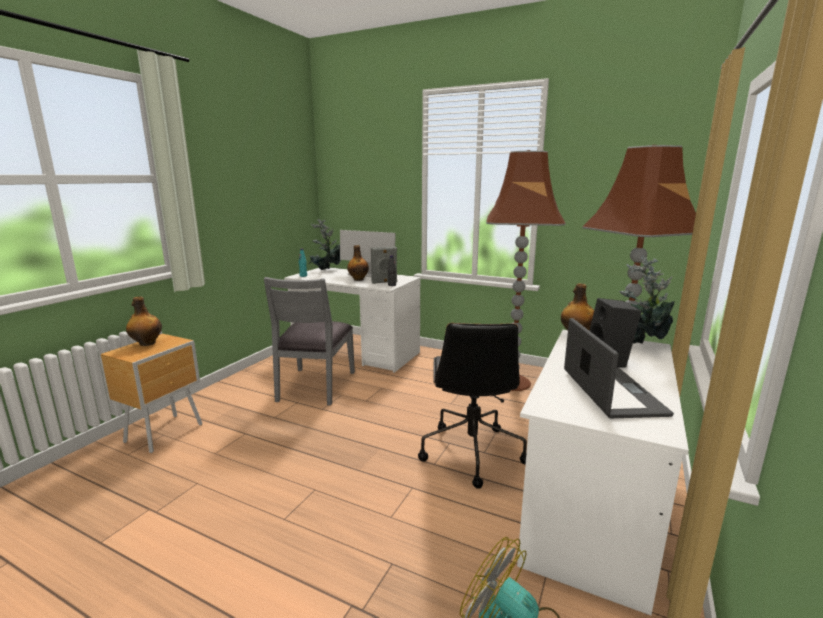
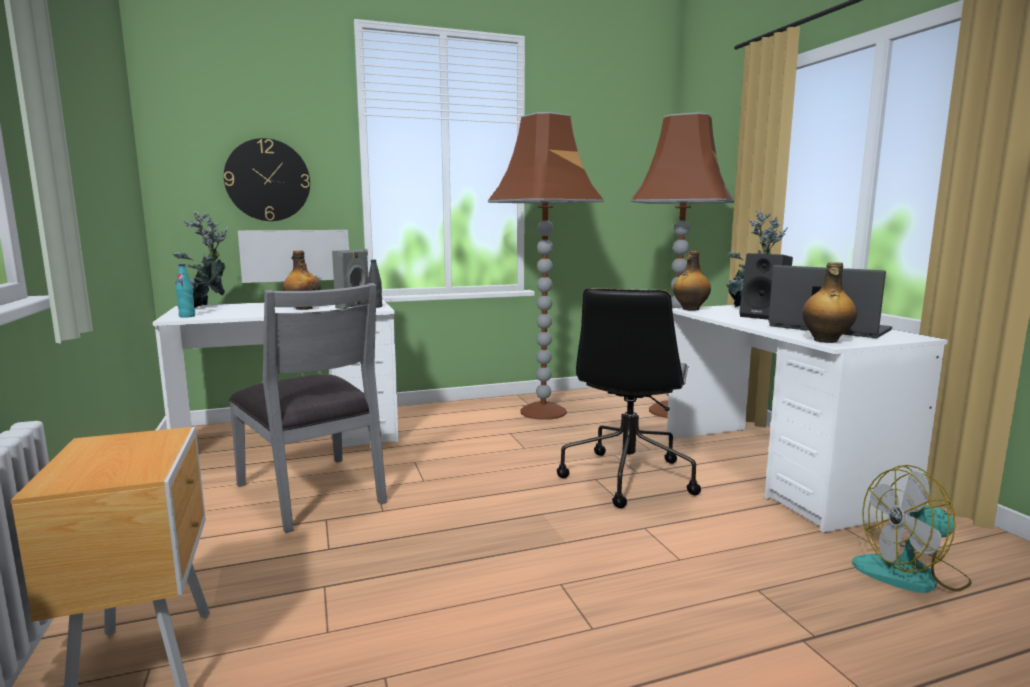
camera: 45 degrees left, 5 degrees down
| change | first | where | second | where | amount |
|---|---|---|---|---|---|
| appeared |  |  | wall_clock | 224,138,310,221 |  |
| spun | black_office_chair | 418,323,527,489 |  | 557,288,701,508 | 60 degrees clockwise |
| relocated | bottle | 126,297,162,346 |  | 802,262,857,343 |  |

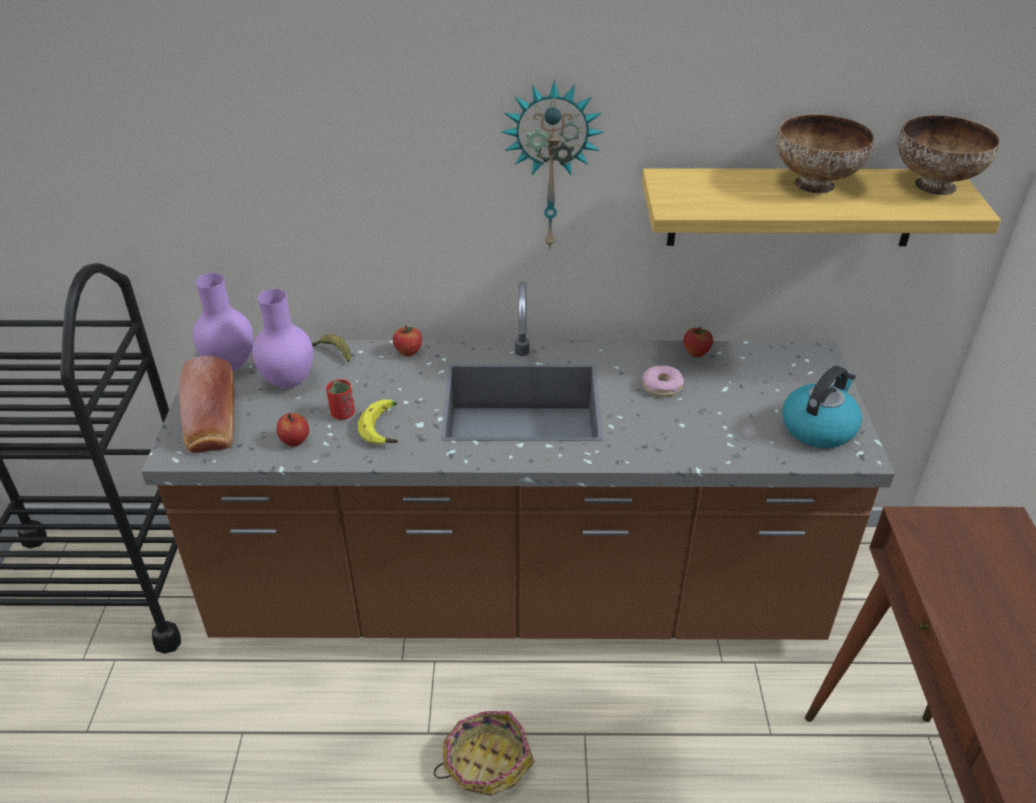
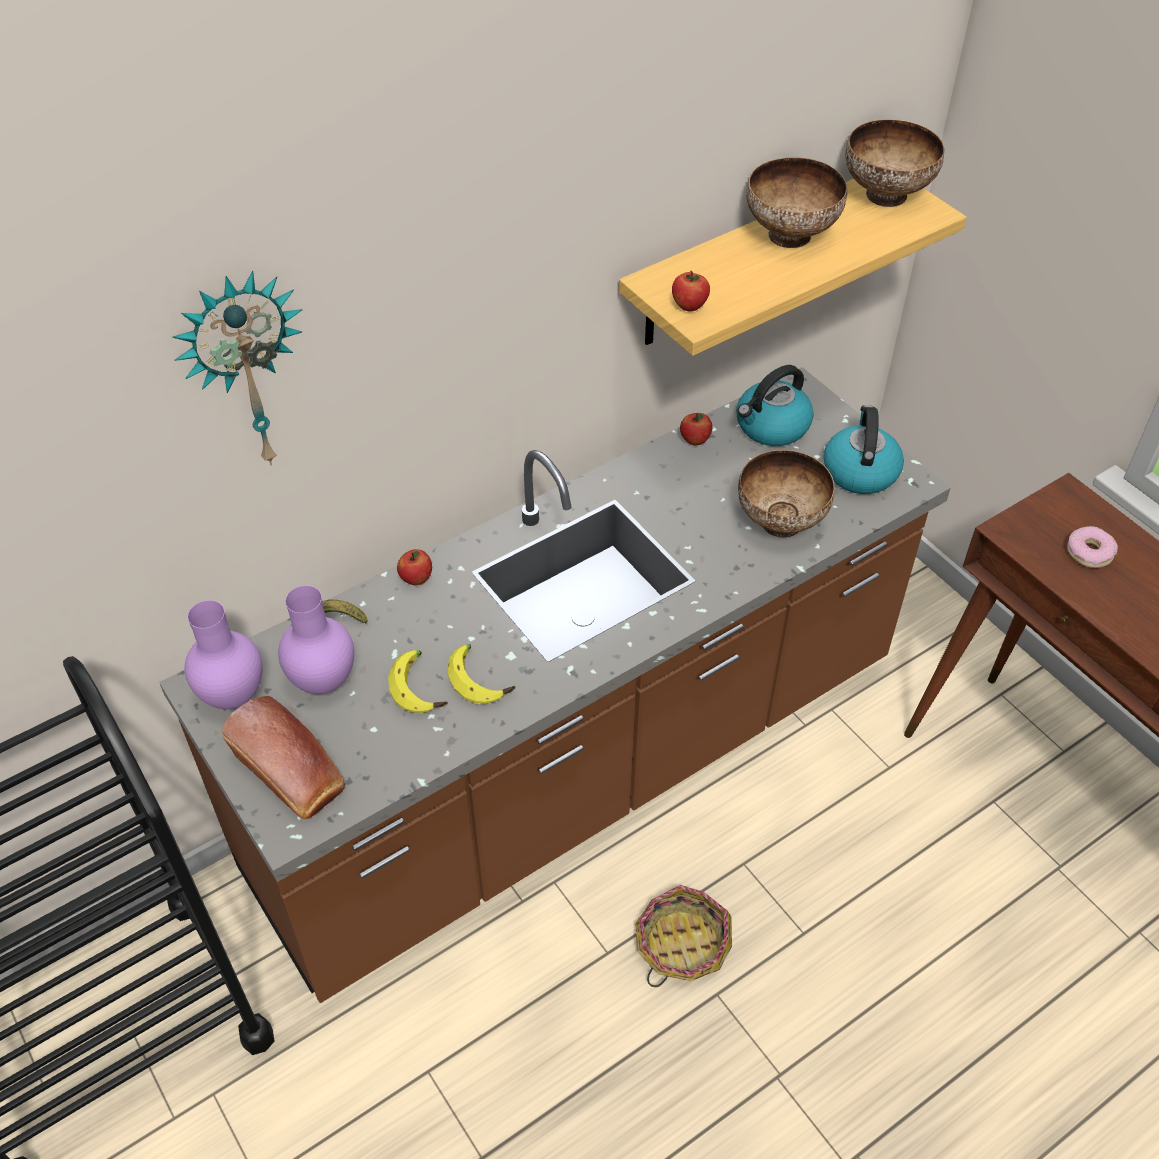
camera: 35 degrees left, 10 degrees up
| change | first | where | second | where | amount |
|---|---|---|---|---|---|
| relocated | wall_clock | 501,80,604,250 |  | 172,271,303,466 |  |
| exchanged | red_cup | 326,379,355,420 | banana | 388,650,448,713 |  |
| relocated | apple | 277,413,309,446 |  | 672,271,710,312 |  |
| appeared |  |  | kettle | 736,365,813,446 |  |
| appeared |  |  | bowl | 738,450,835,538 |  |
| relocated | donut | 642,365,684,397 |  | 1067,526,1118,568 |  |

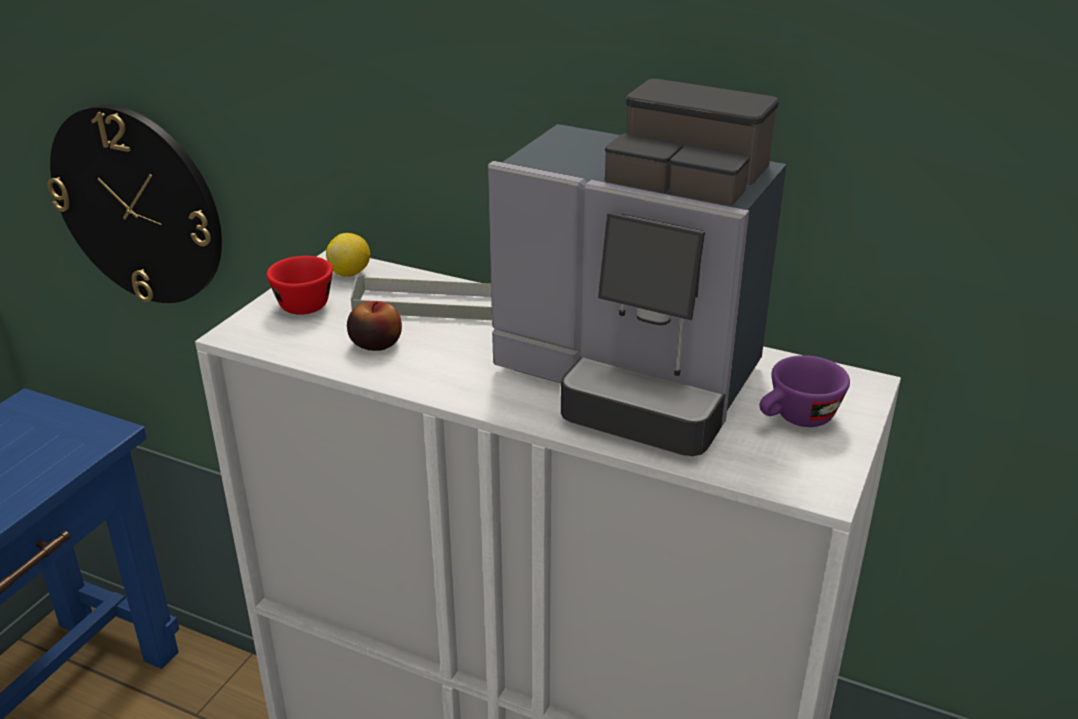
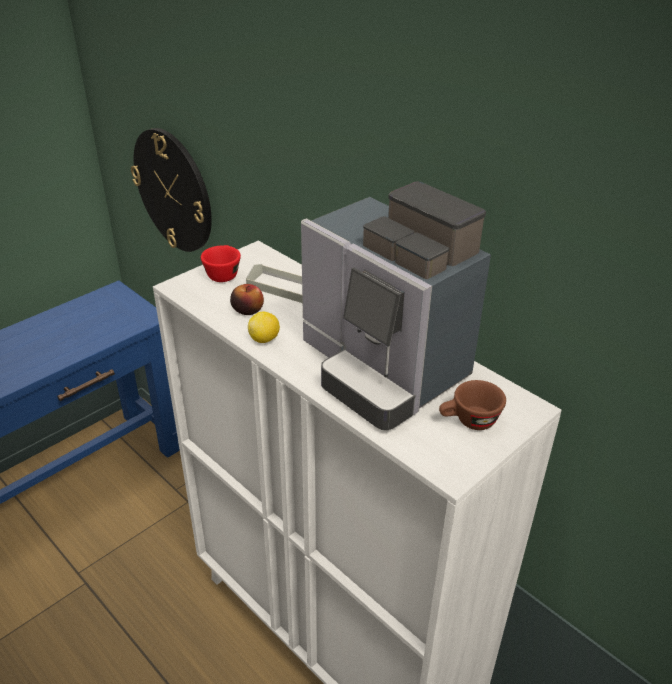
camera: 20 degrees right, 5 degrees up
| change | first | where | second | where | amount |
|---|---|---|---|---|---|
| relocated | lemon | 326,233,370,277 |  | 248,312,280,343 |  |
| colour | purple_cup | 759,355,850,427 | brown_cup | 439,380,506,430 |  |

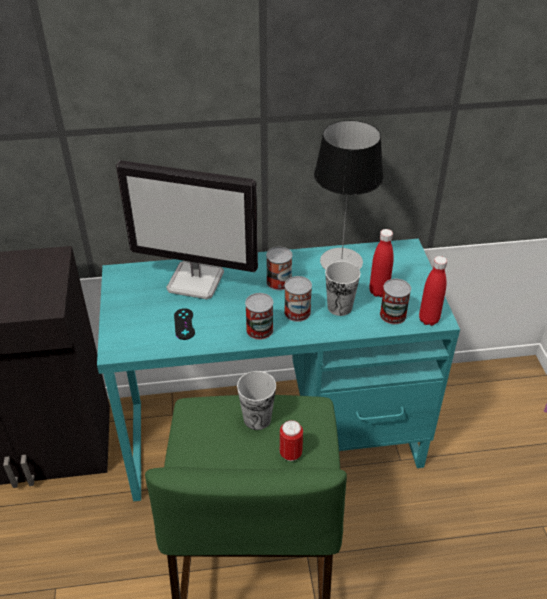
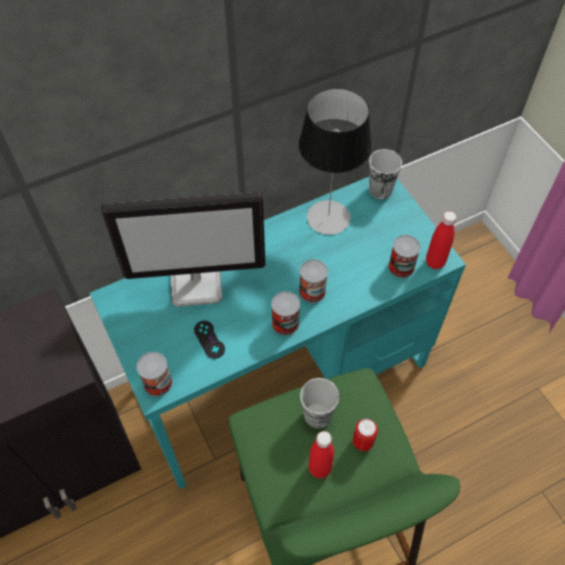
camera: 20 degrees left, 15 degrees up
| change | first | where | second | where | amount |
|---|---|---|---|---|---|
| relocated | can | 266,247,292,291 |  | 137,352,173,396 |  |
| relocated | red_bottle | 369,229,394,297 |  | 309,431,334,478 |  |
| relocated | cup | 325,261,361,316 |  | 369,149,402,199 |  |

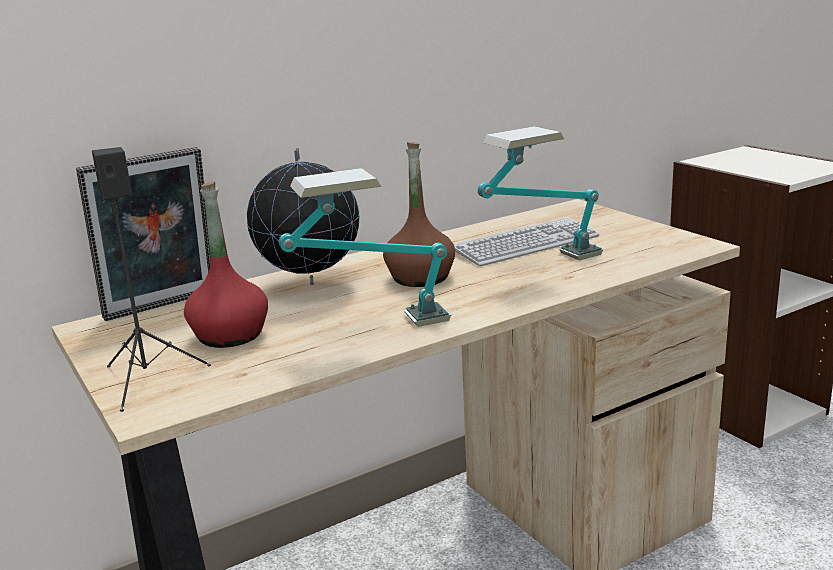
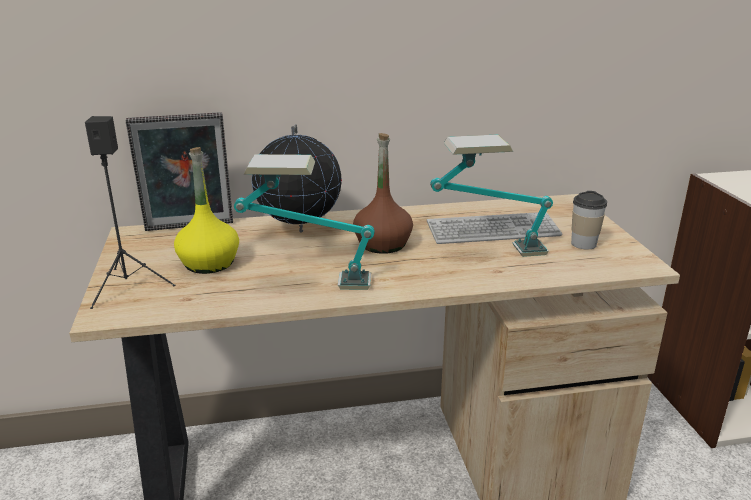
camera: 20 degrees right, 5 degrees up
| change | first | where | second | where | amount |
|---|---|---|---|---|---|
| colour | red_bottle | 184,182,268,348 | yellow_bottle | 174,147,239,274 |  |
| appeared |  |  | cup | 571,191,607,249 |  |

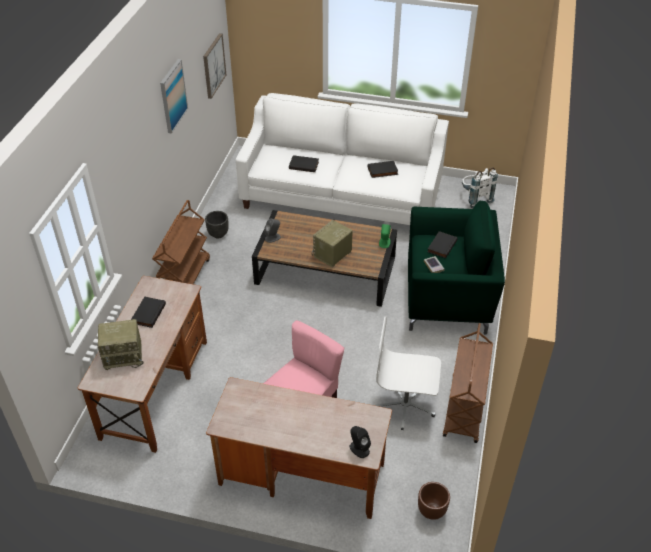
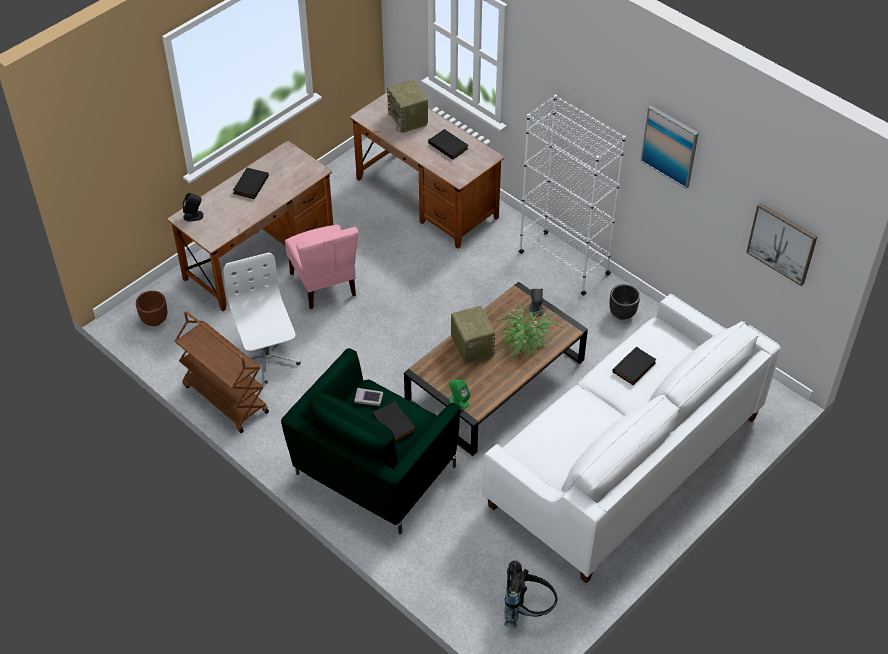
camera: 120 degrees right, 5 degrees up
| change | first | where | second | where | amount |
|---|---|---|---|---|---|
| spun | white_office_chair | 375,317,441,430 |  | 223,252,300,384 | 60 degrees counterclockwise |
| relocated | black_book | 368,161,398,178 |  | 233,168,269,199 |  |
| spun | radio | 98,319,144,370 |  | 387,80,428,133 | 45 degrees counterclockwise |
| appeared |  |  | potted_plant | 496,303,563,361 |  |
| colour | white_backpack | 462,167,498,208 | black_backpack | 504,560,558,628 |  |
| exchanged | brown_cart | 152,200,210,284 | white_bookcase | 519,94,626,296 |  |

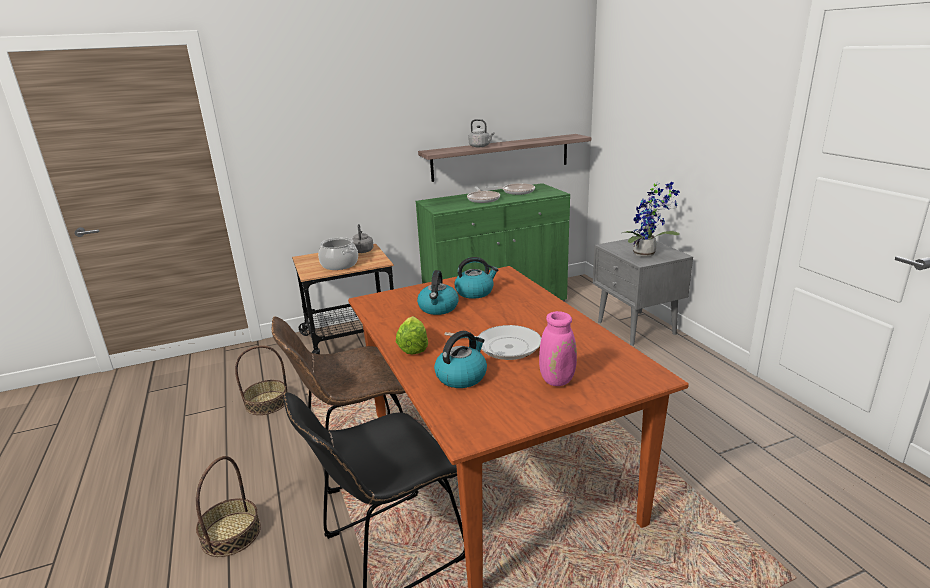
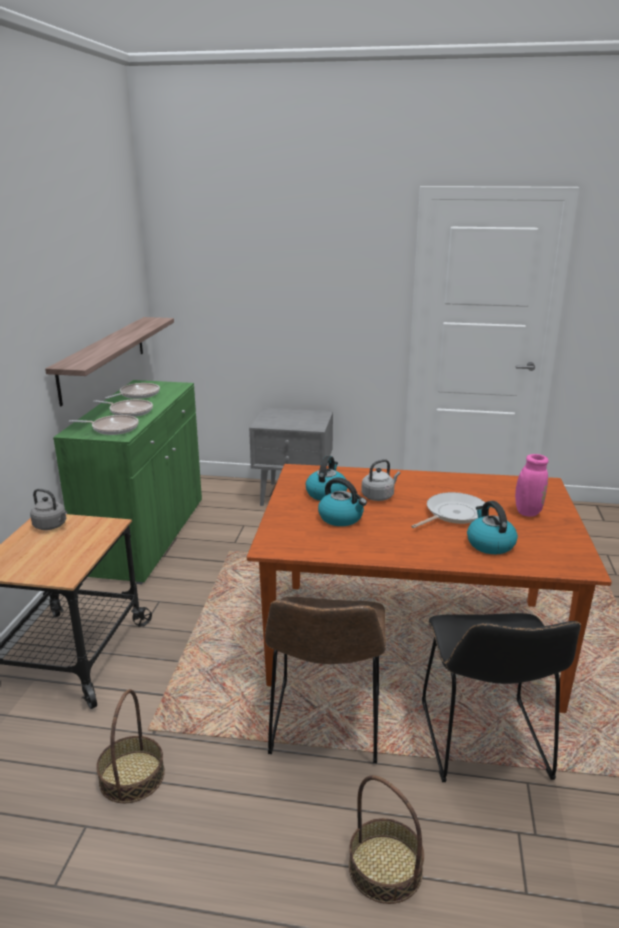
camera: 60 degrees left, 0 degrees up
| change | first | where | second | where | amount |
|---|---|---|---|---|---|
| appeared |  |  | frying_pan | 69,415,139,435 |  |
| relocated | grey_kettle | 468,119,494,147 |  | 361,459,400,501 |  |
| missing | cooking_pot | 318,237,358,270 |  |  |  |
| missing | lettuce | 396,316,428,354 |  |  |  |
| missing | potted_plant | 622,182,680,257 |  |  |  |

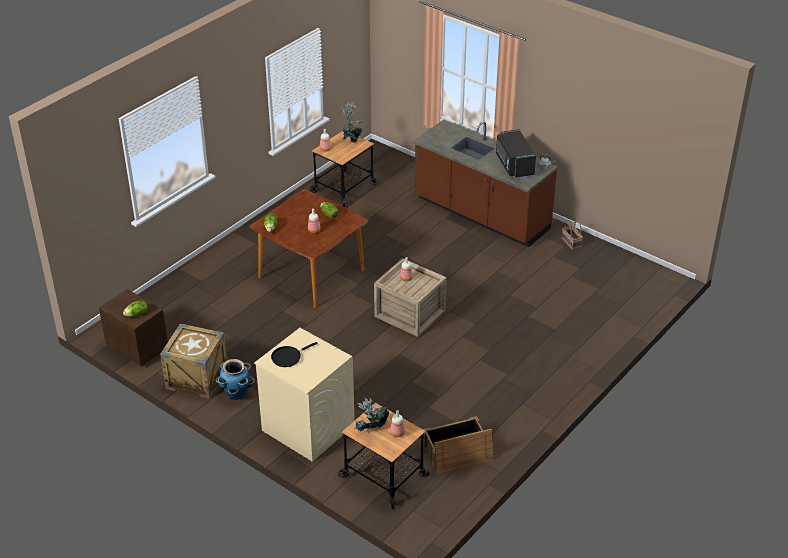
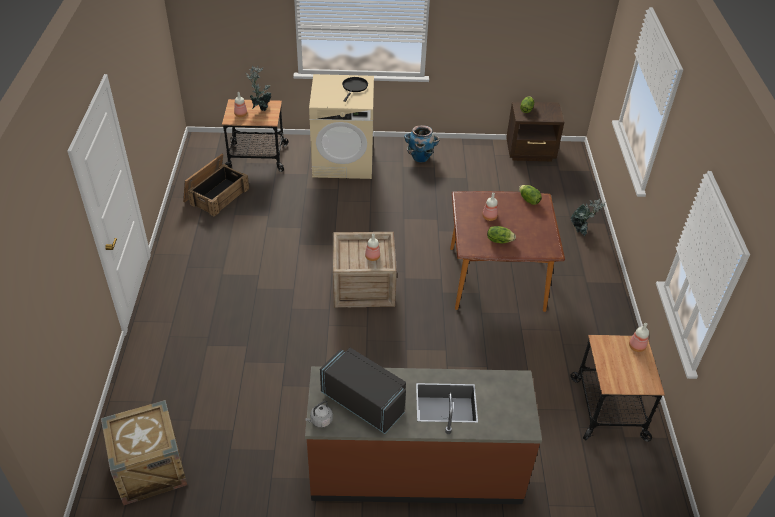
camera: 140 degrees right, 5 degrees up
| change | first | where | second | where | amount |
|---|---|---|---|---|---|
| relocated | crate | 160,324,227,398 |  | 101,400,187,505 |  |
| relocated | potted_plant | 342,102,363,143 |  | 571,199,606,236 |  |
| missing | basket | 562,221,583,250 |  |  |  |

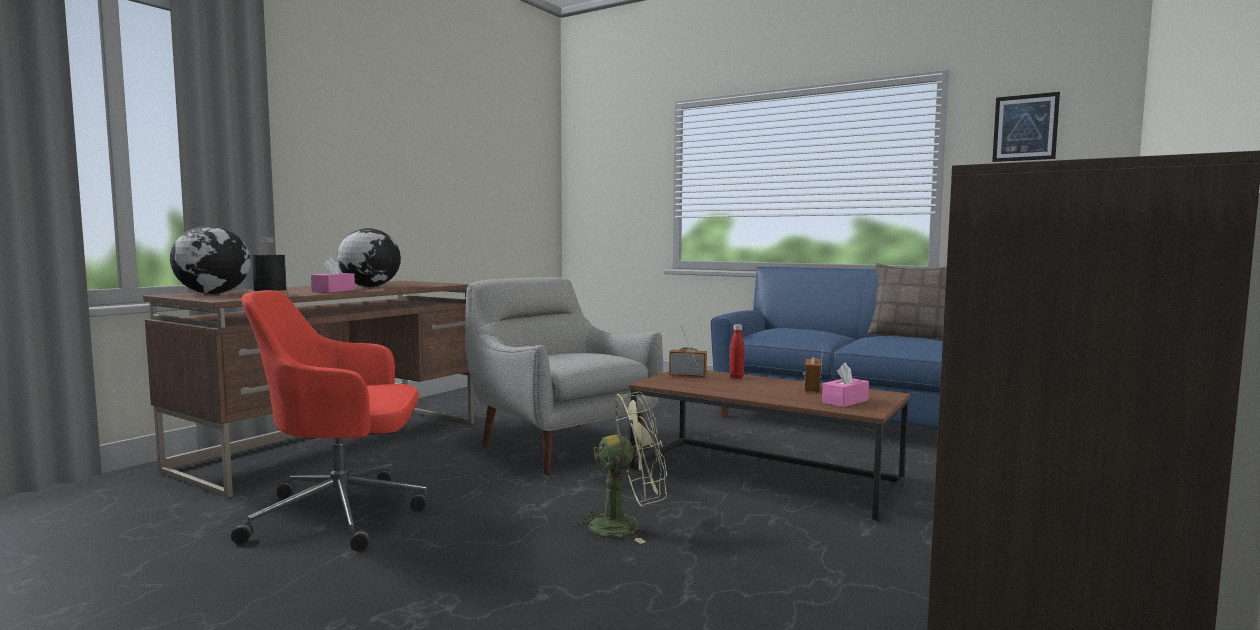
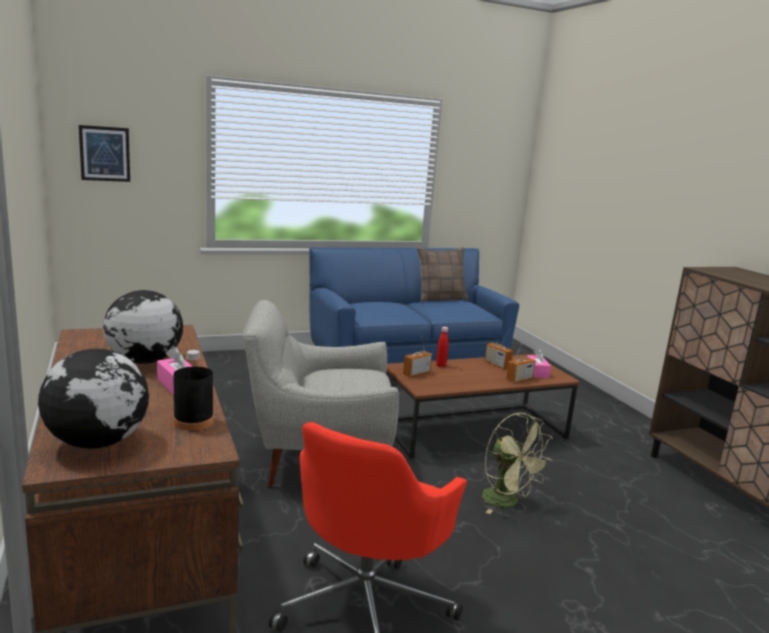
camera: 55 degrees left, 10 degrees up
| change | first | where | second | where | amount |
|---|---|---|---|---|---|
| relocated | picture | 992,92,1060,162 |  | 79,125,130,182 |  |
| spun | green_fan | 572,391,667,544 |  | 482,413,553,514 | 120 degrees clockwise |
| appeared |  |  | radio | 506,338,535,383 |  |

